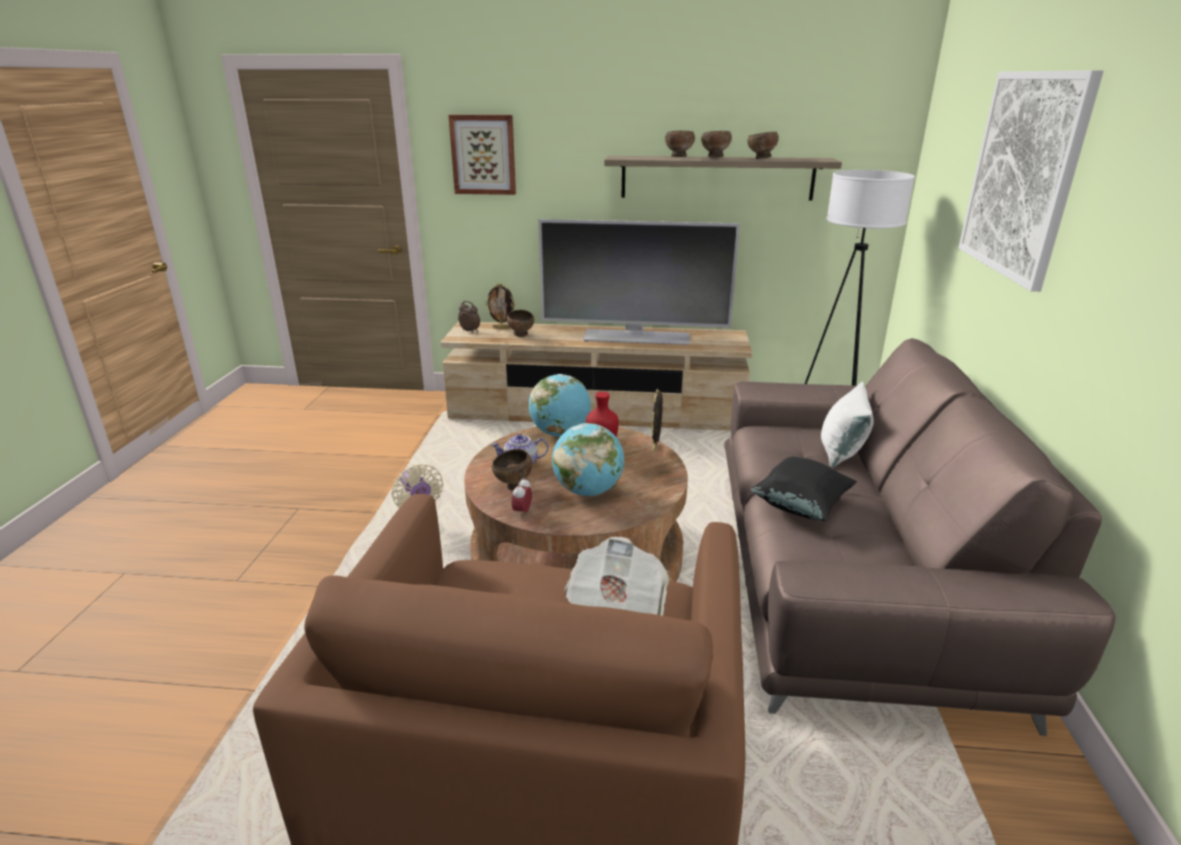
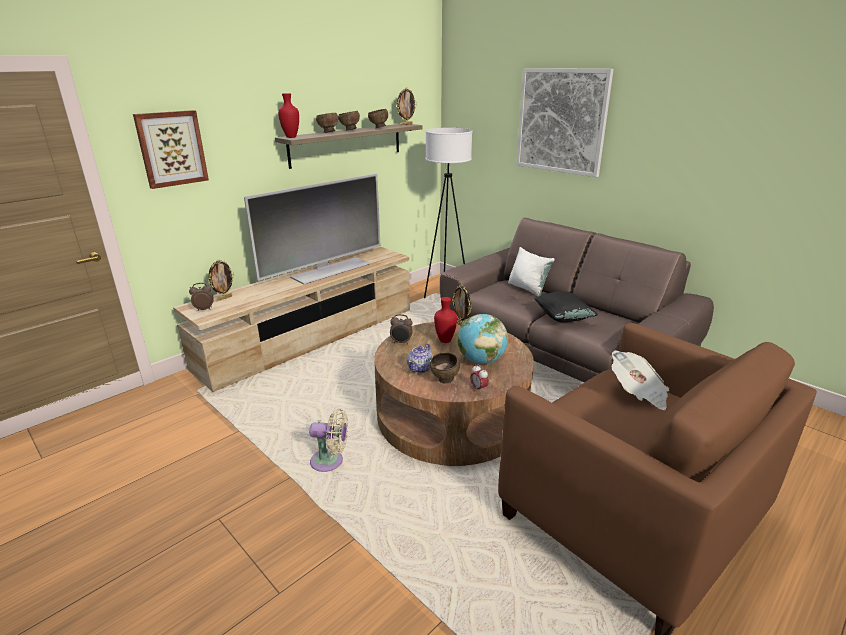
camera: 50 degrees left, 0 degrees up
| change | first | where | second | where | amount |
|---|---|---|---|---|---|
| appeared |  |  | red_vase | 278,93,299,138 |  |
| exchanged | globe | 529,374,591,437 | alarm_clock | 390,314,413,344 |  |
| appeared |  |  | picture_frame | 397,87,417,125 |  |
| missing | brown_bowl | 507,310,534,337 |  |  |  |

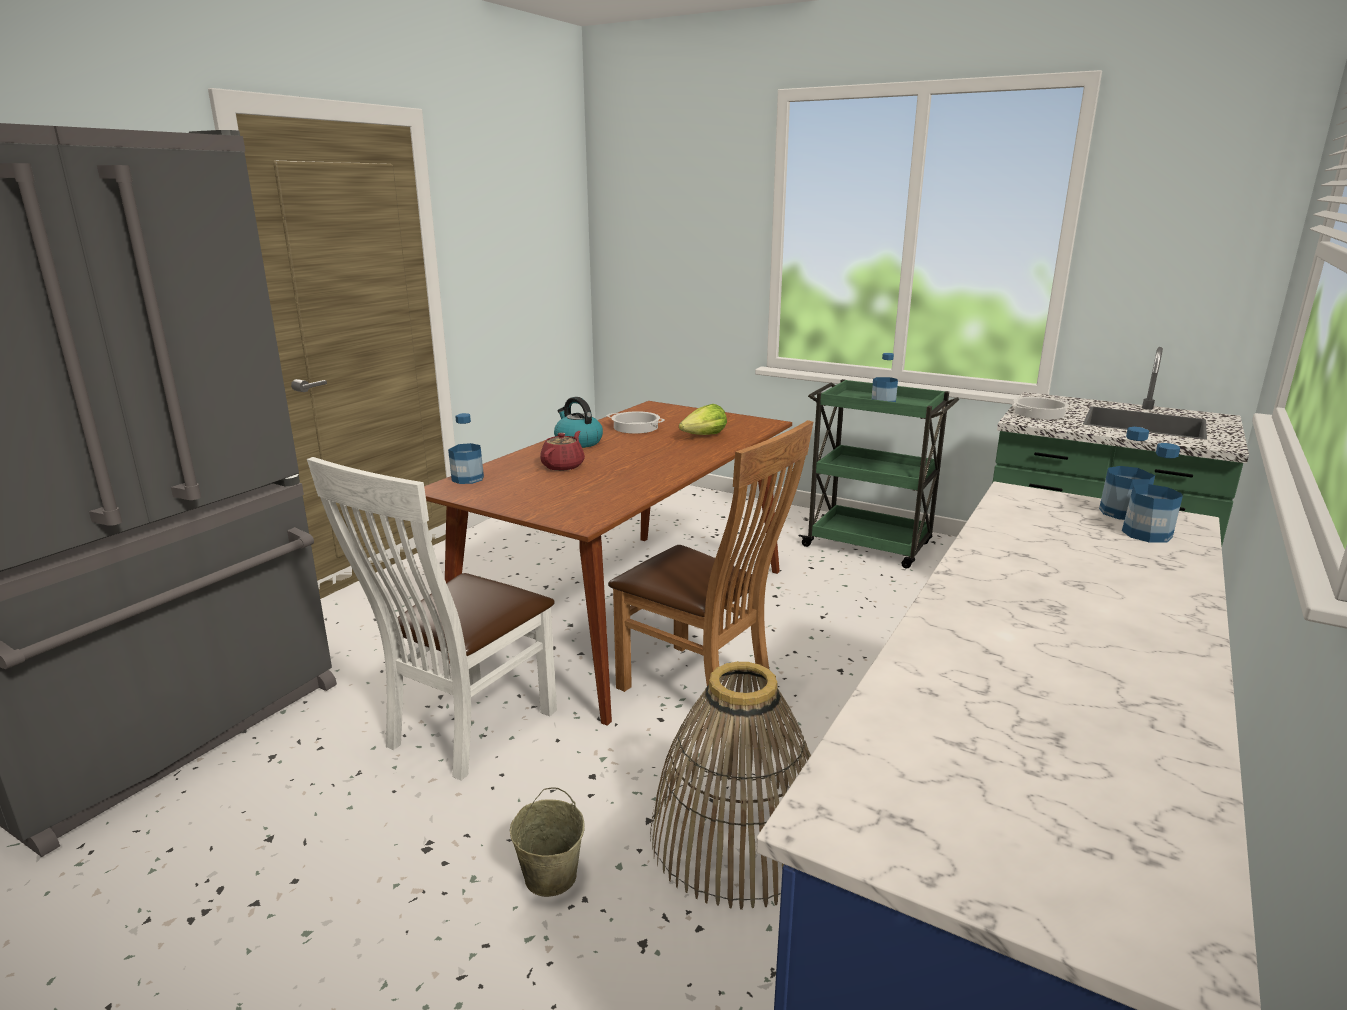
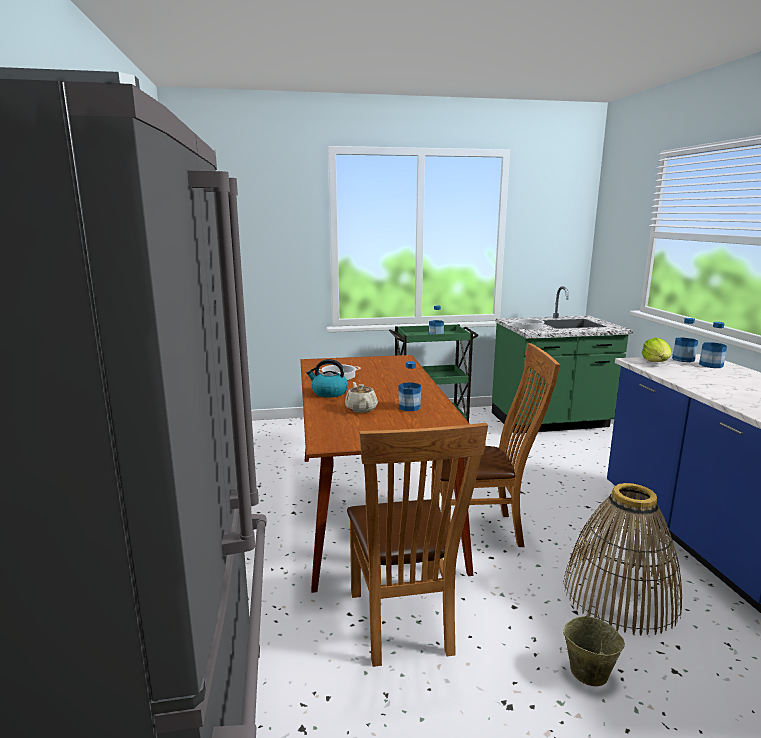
camera: 40 degrees left, 5 degrees down
| change | first | where | second | where | amount |
|---|---|---|---|---|---|
| colour | red_teapot | 540,431,585,471 | beige_teapot | 345,382,378,413 |  |
| colour | white_chair | 307,457,557,781 | brown_chair | 347,423,488,667 |  |
| relocated | bottle | 448,413,484,484 |  | 398,361,421,411 |  |
| relocated | lettuce | 679,404,727,435 |  | 642,338,672,362 |  |

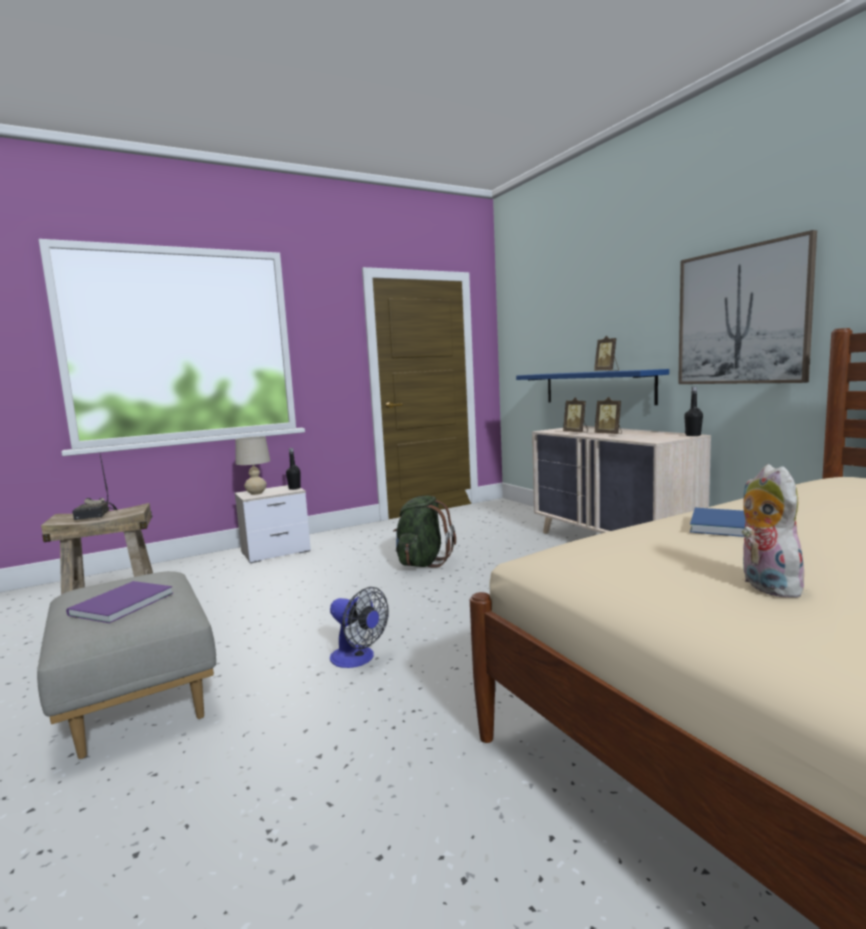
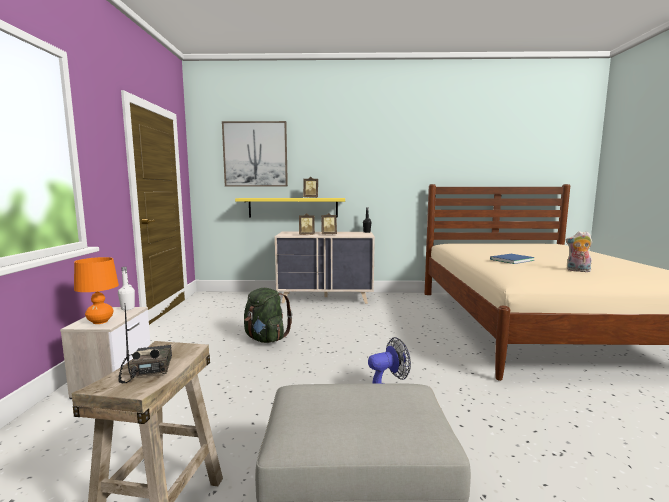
camera: 60 degrees left, 0 degrees up
| change | first | where | second | where | amount |
|---|---|---|---|---|---|
| colour | beige_table_lamp | 235,436,270,495 | orange_table_lamp | 74,257,119,324 |  |
| colour | black_bottle | 286,448,301,490 | white_bottle | 118,267,135,310 |  |
| spun | radio | 73,455,117,520 |  | 118,306,172,383 | 120 degrees counterclockwise |
| relocated | picture | 678,230,817,384 |  | 222,121,288,187 |  |
| colour | blue_shelf | 516,369,669,405 | yellow_shelf | 235,198,345,218 |  |
| missing | purple_book | 66,581,173,623 |  |  |  |

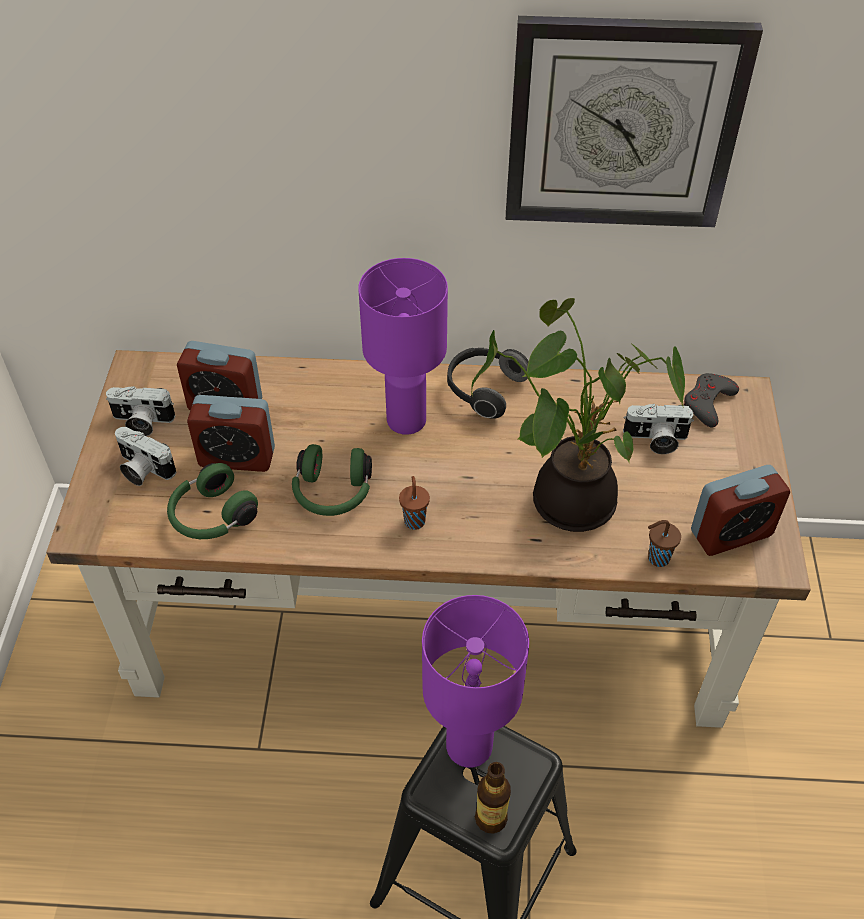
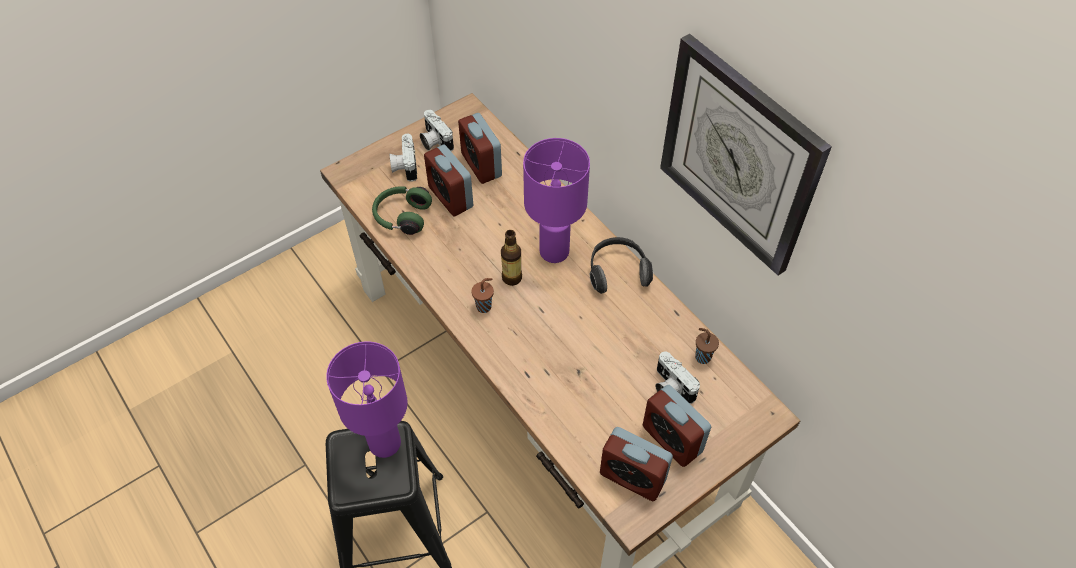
camera: 50 degrees right, 5 degrees up
| change | first | where | second | where | amount |
|---|---|---|---|---|---|
| relocated | bottle | 475,762,511,834 |  | 501,230,522,286 |  |
| appeared |  |  | alarm_clock | 643,385,711,467 |  |
| relocated | brown_cup | 648,520,681,567 |  | 695,328,719,364 |  |
| missing | green_headphones | 292,444,372,516 |  |  |  |
| missing | potted_plant | 471,298,685,532 |  |  |  |
| missing | grey_game_controller | 684,373,739,427 |  |  |  |

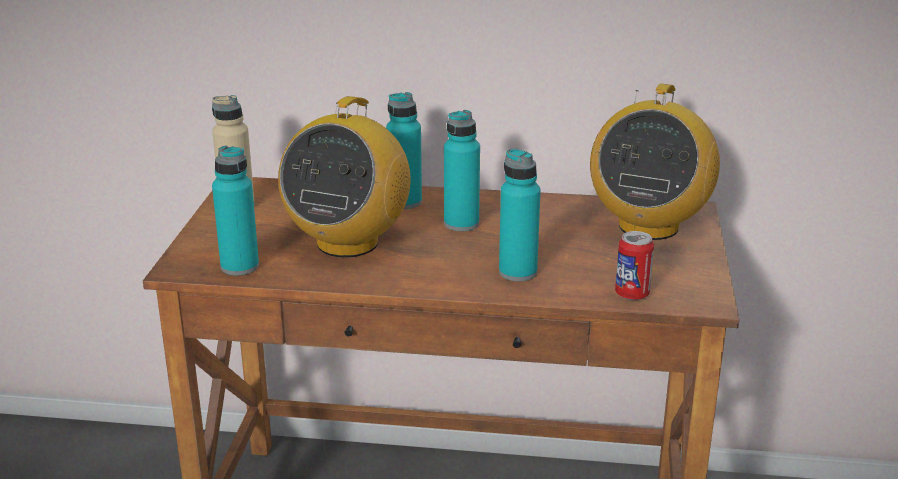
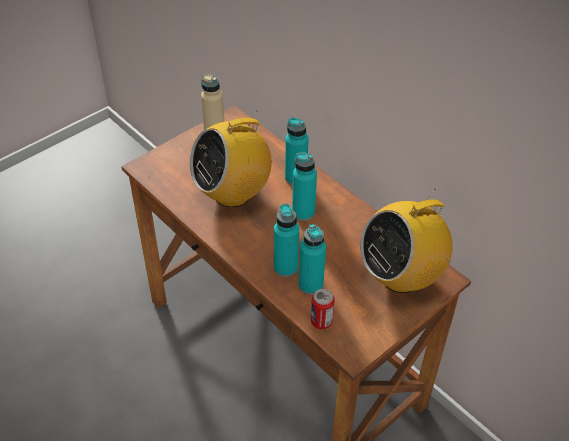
camera: 40 degrees right, 20 degrees up
| change | first | where | second | where | amount |
|---|---|---|---|---|---|
| relocated | turquoise_bottle | 212,146,259,276 |  | 299,224,326,295 |  |

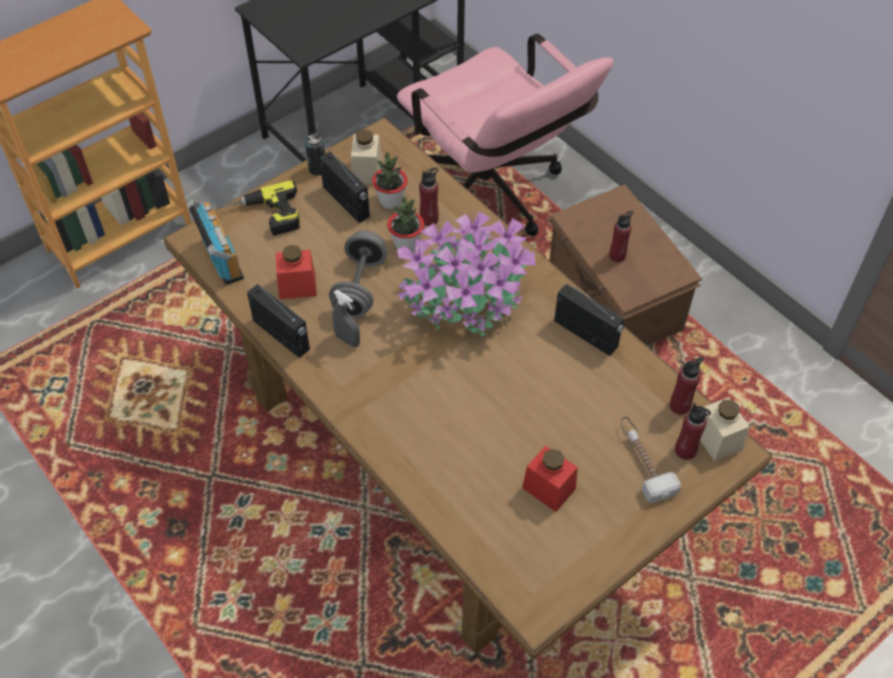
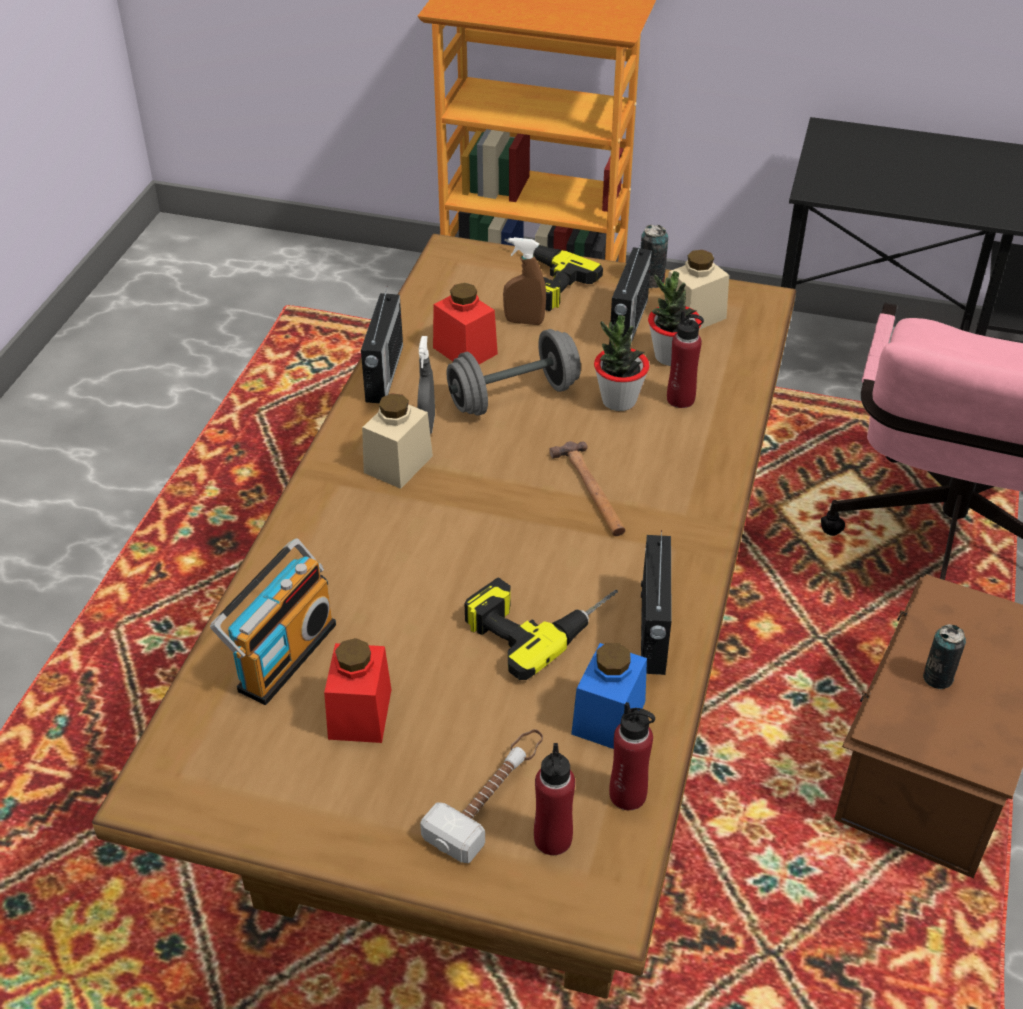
camera: 55 degrees right, 10 degrees down
| change | first | where | second | where | amount |
|---|---|---|---|---|---|
| relocated | radio | 187,200,244,285 |  | 210,539,336,705 |  |
| relocated | beige_jar | 700,397,749,461 |  | 362,393,433,489 |  |
| appeared |  |  | power_drill | 464,577,618,680 |  |
| appeared |  |  | brown_spray_bottle | 503,237,546,325 |  |
| exchanged | potted_plant | 397,212,536,336 | hammer | 549,441,625,536 |  |
| appeared |  |  | blue_jar | 571,643,647,749 |  |
| exchanged | red_bottle | 609,211,633,262 | can | 923,624,966,689 |  |

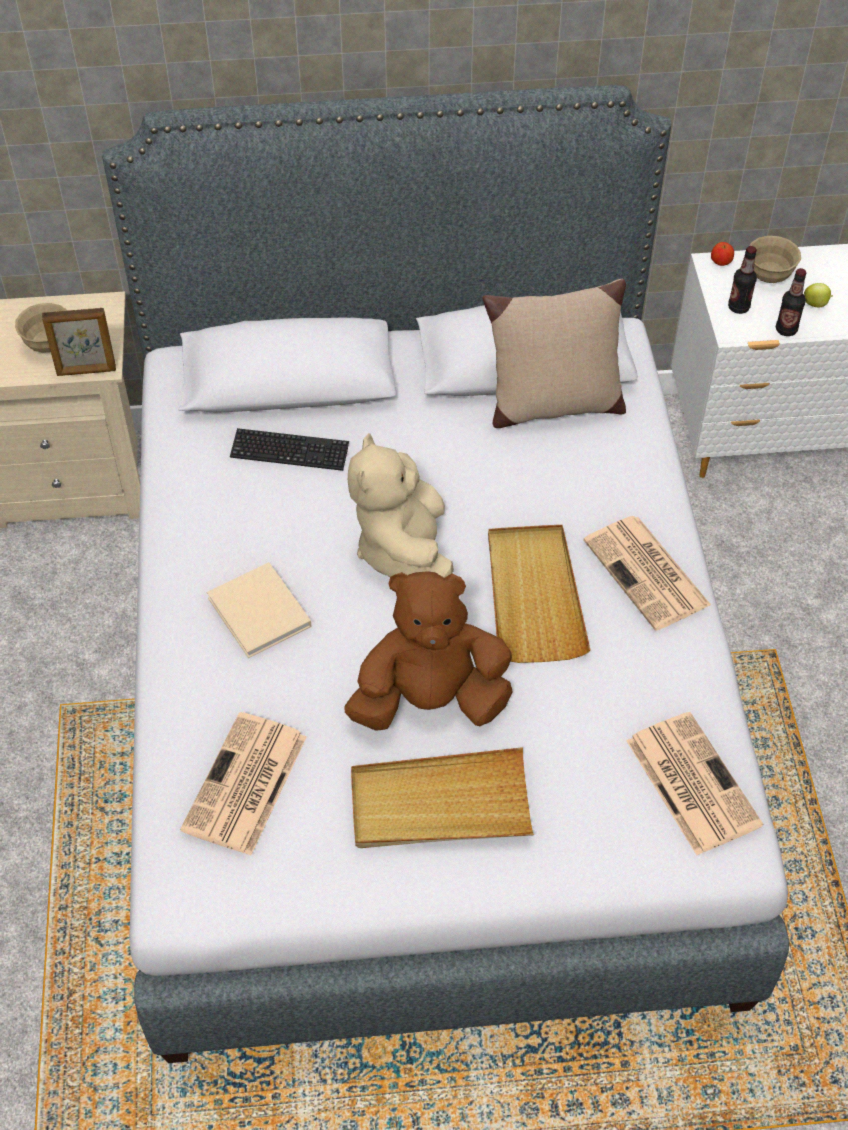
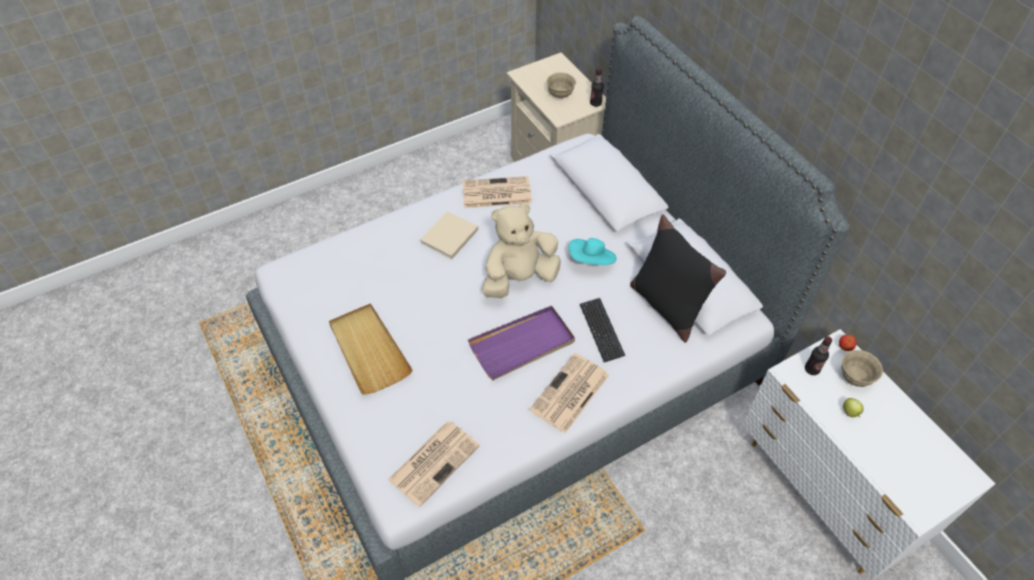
camera: 65 degrees right, 0 degrees up
| change | first | where | second | where | amount |
|---|---|---|---|---|---|
| relocated | newspaper | 180,712,306,855 |  | 462,176,532,208 |  |
| colour | beige_tray | 488,525,590,663 | purple_tray | 468,306,575,380 |  |
| appeared |  |  | turquoise_hat | 569,238,617,265 |  |
| relocated | keyboard | 230,428,349,471 |  | 580,298,625,362 |  |
| relocated | bottle | 776,268,806,336 |  | 590,68,604,107 |  |
| colour | beige_pillow | 482,279,626,428 | black_pillow | 630,214,726,343 |  |
| missing | picture_frame | 42,308,116,376 |  |  |  |
| missing | brown_plush_toy | 344,571,513,731 |  |  |  |

